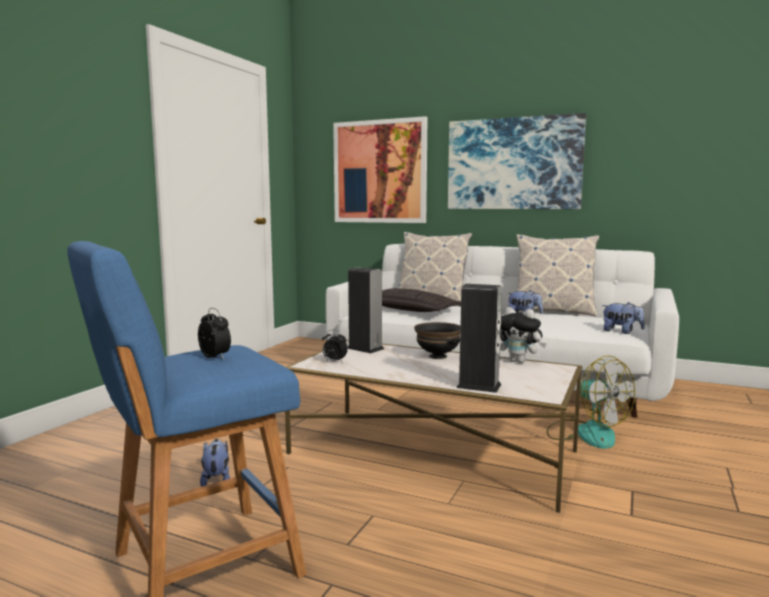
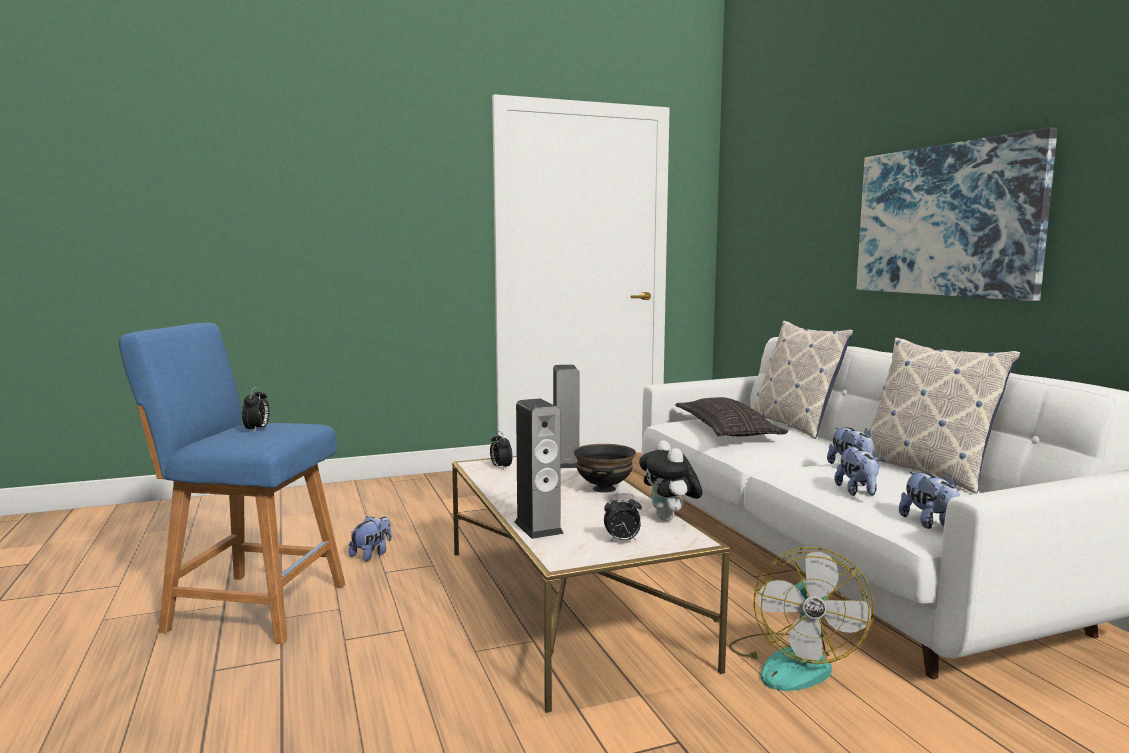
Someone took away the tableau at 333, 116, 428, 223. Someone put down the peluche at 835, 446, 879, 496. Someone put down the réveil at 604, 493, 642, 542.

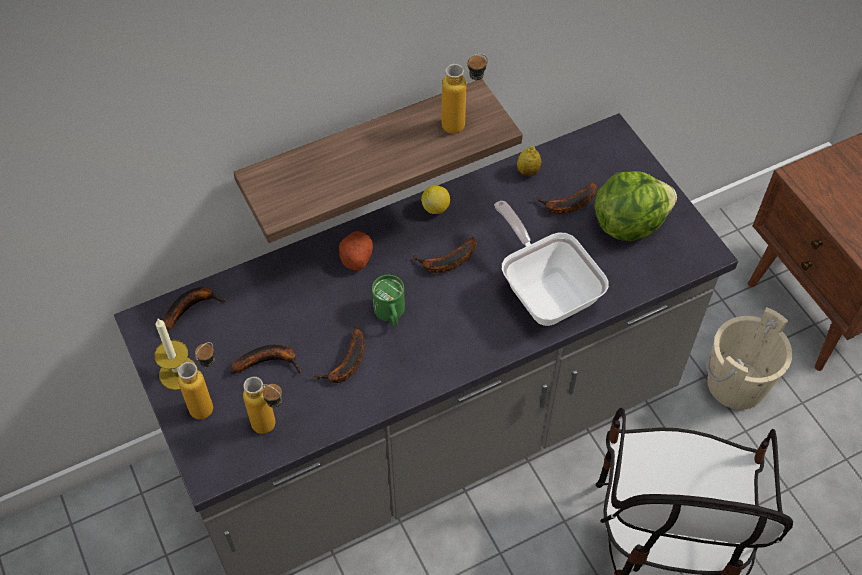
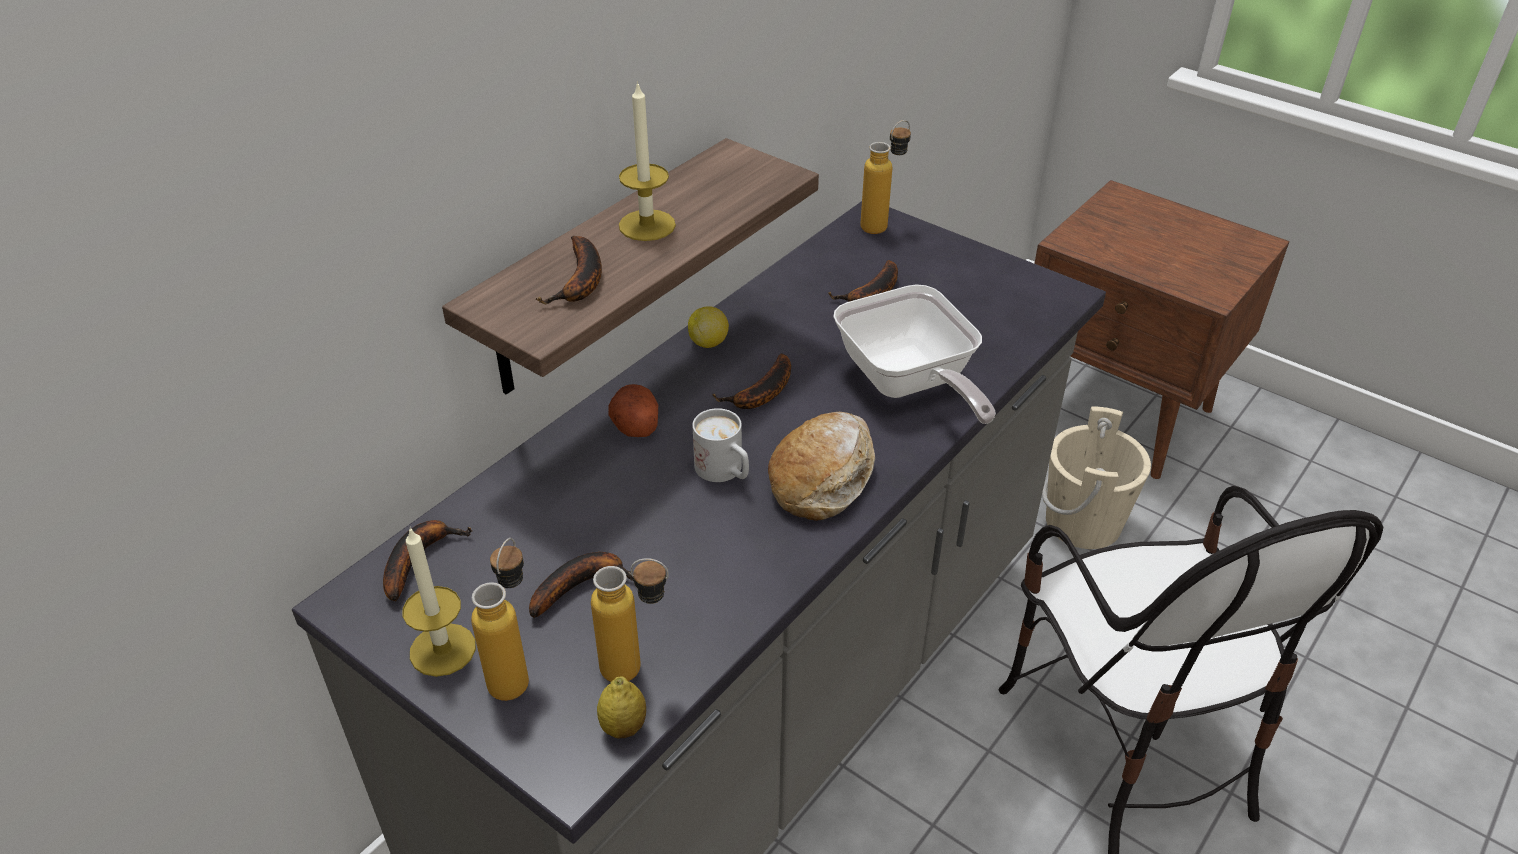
Someone carried the bouteille from 442, 54, 488, 134 to 860, 120, 911, 234. Someone carried the citron from 517, 146, 541, 176 to 597, 676, 646, 738. Someone took away the laitue at 595, 171, 677, 241. Someone rotated the poêle at 494, 201, 609, 326 by 150 degrees counterclockwise. Someone repainted the mug/vert at 372, 275, 405, 326, which became the mug/blanc at 693, 408, 749, 482. Someone carried the banane from 312, 327, 364, 383 to 536, 236, 602, 305. Someone put down the bougie at 619, 81, 676, 241. Someone put down the pain at 768, 412, 875, 521.

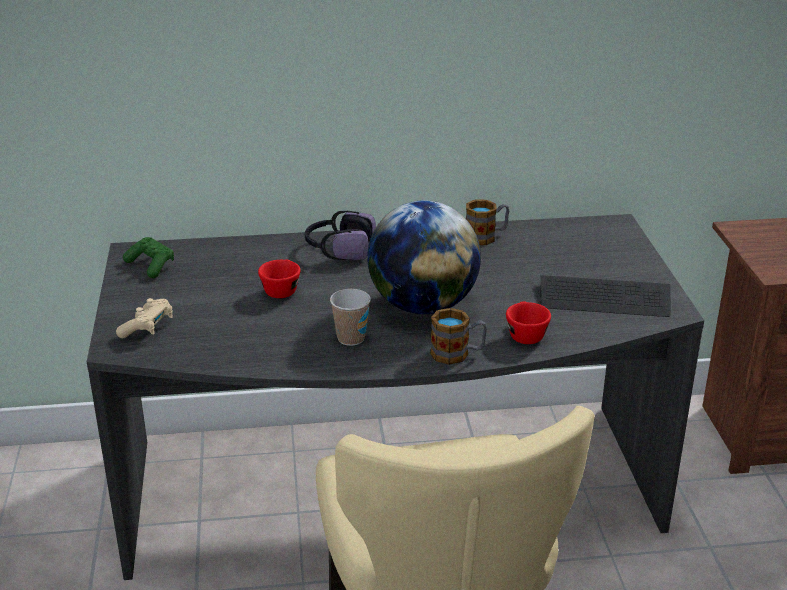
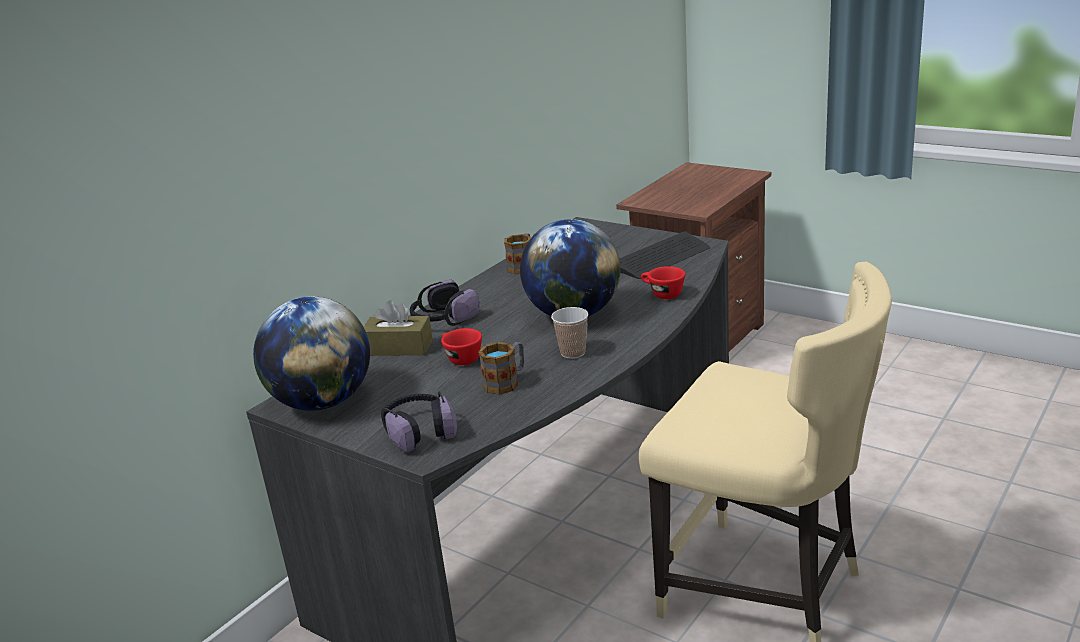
Someone swapped the manette/vert at 123, 237, 174, 278 for the globe at 253, 296, 370, 411. Someone swapped the manette/beige at 116, 298, 172, 338 for the casque audio at 381, 391, 457, 453. Someone carried the mug from 430, 308, 487, 365 to 478, 342, 524, 395. Someone put down the boîte à mouchoirs/marron at 364, 300, 433, 356.

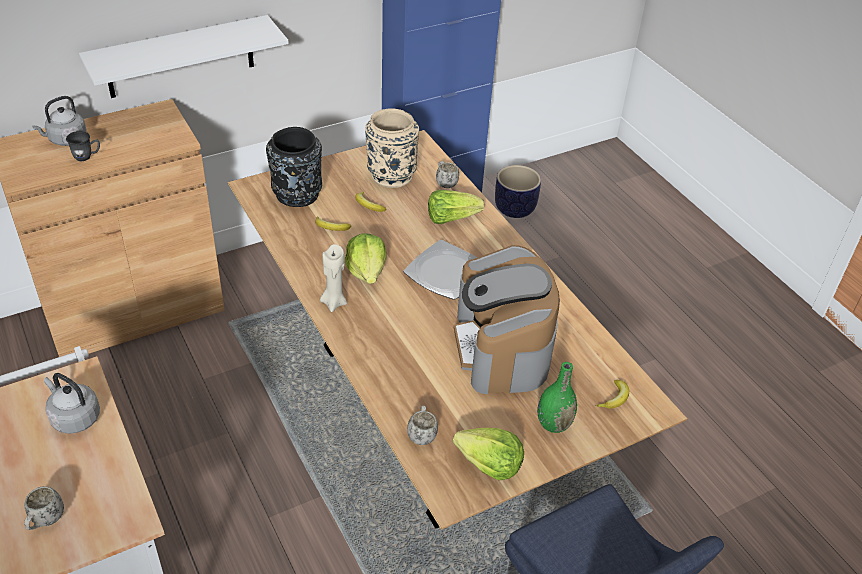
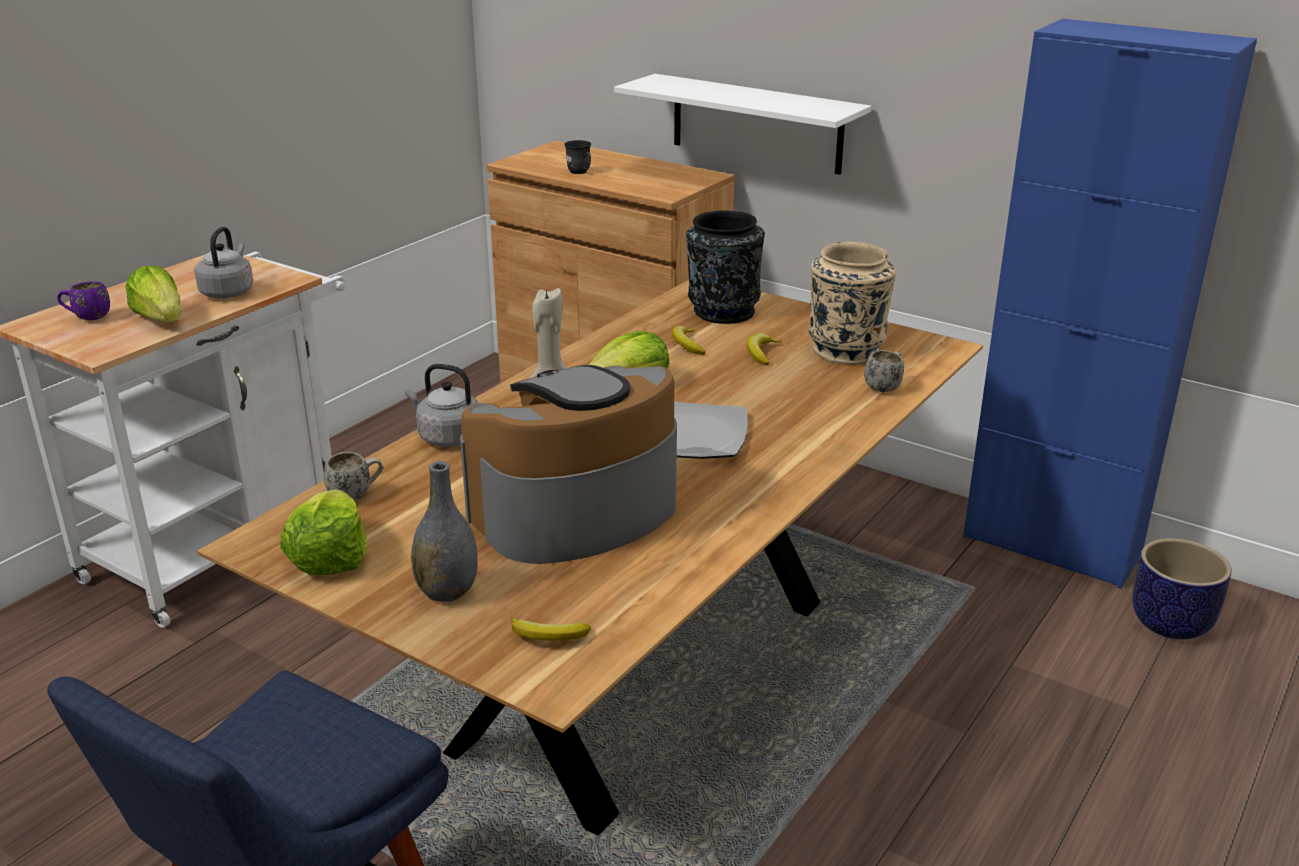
Someone carried the bouilloire/gris from 32, 96, 87, 146 to 405, 364, 479, 447. Someone carried the laitue from 428, 190, 484, 224 to 126, 266, 181, 323. Someone repainted the vase/vert at 537, 362, 577, 433, which became the vase/gris at 411, 461, 478, 602. Someone repainted the mug/blanc at 24, 486, 64, 530, which became the mug/violet at 57, 281, 110, 320.

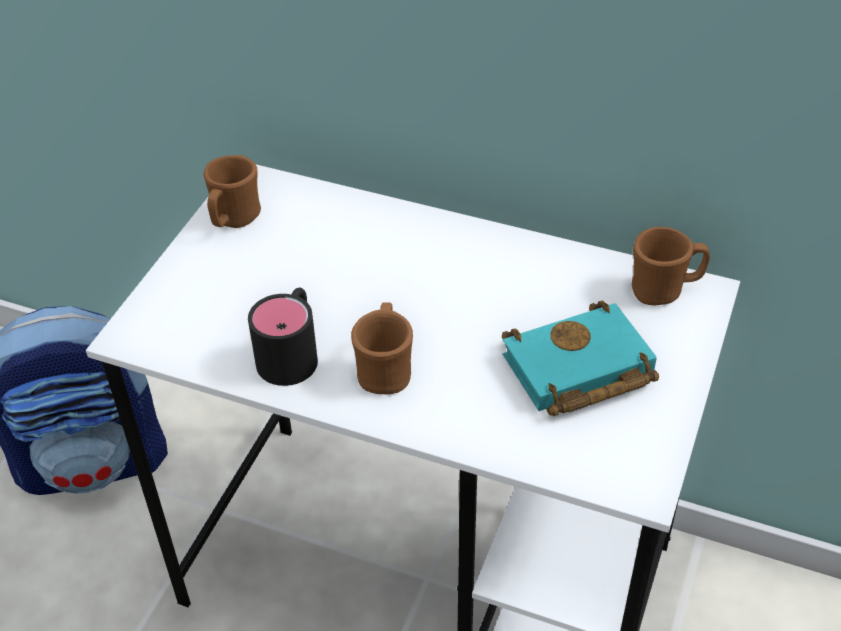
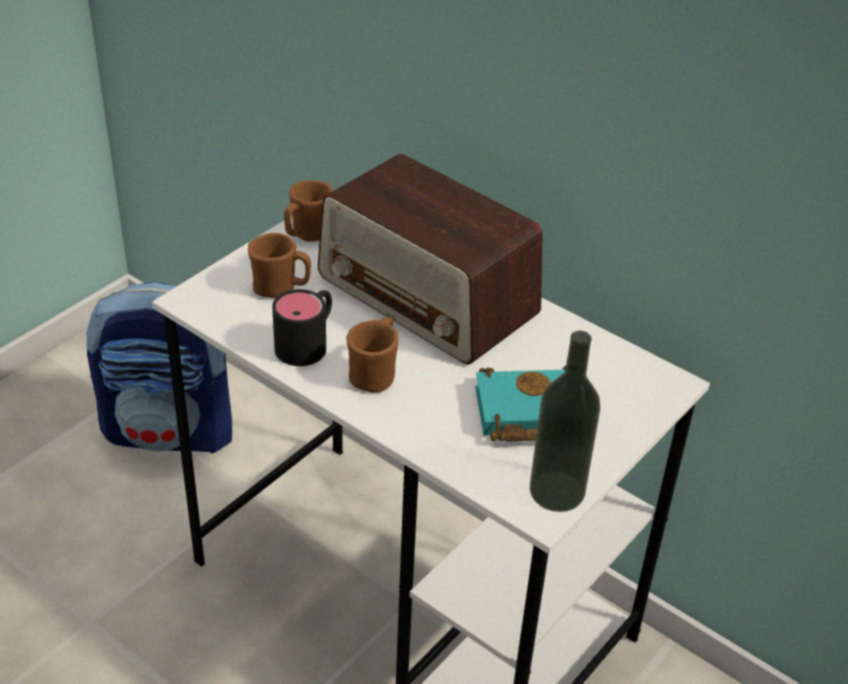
Someone carried the mug/marron from 632, 227, 710, 306 to 248, 233, 311, 298. Someone put down the radio at 318, 154, 542, 365. Someone put down the bouteille at 530, 331, 600, 512.

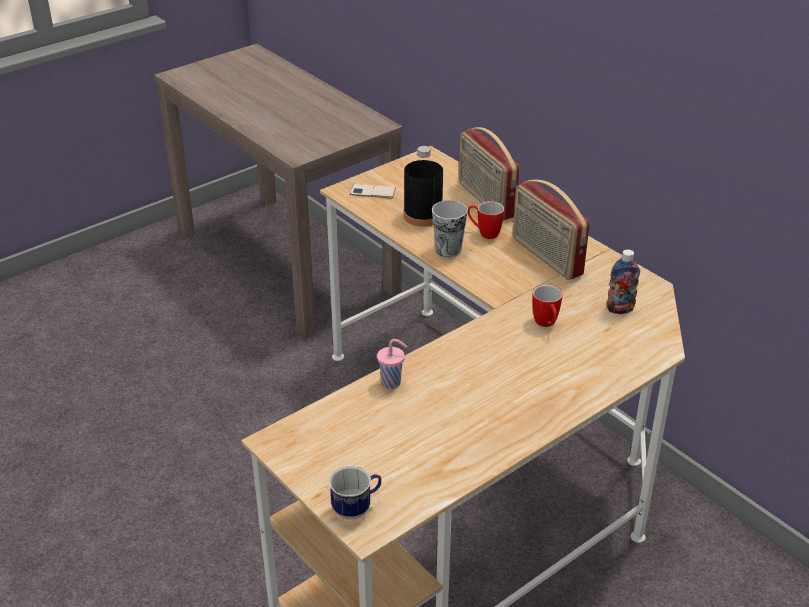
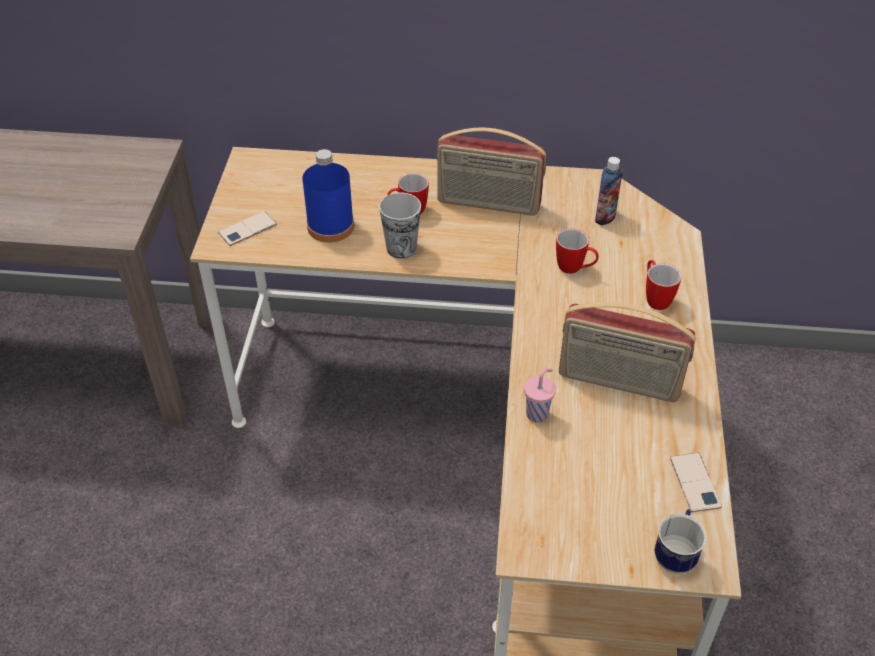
Someone carried the radio from 459, 127, 520, 220 to 559, 302, 696, 402. Someone repainted the bouteille/noir at 404, 146, 443, 227, which became the bouteille/bleu at 302, 149, 354, 243. Someone put down the mug at 646, 260, 682, 310. Someone put down the téléphone at 670, 453, 722, 512.

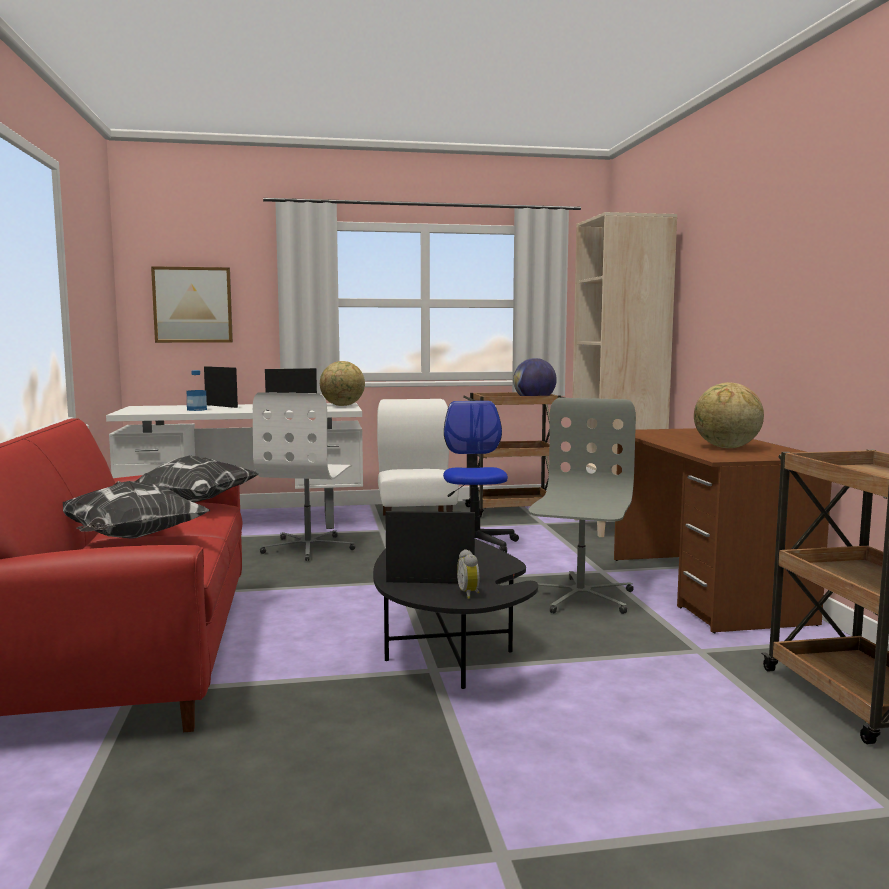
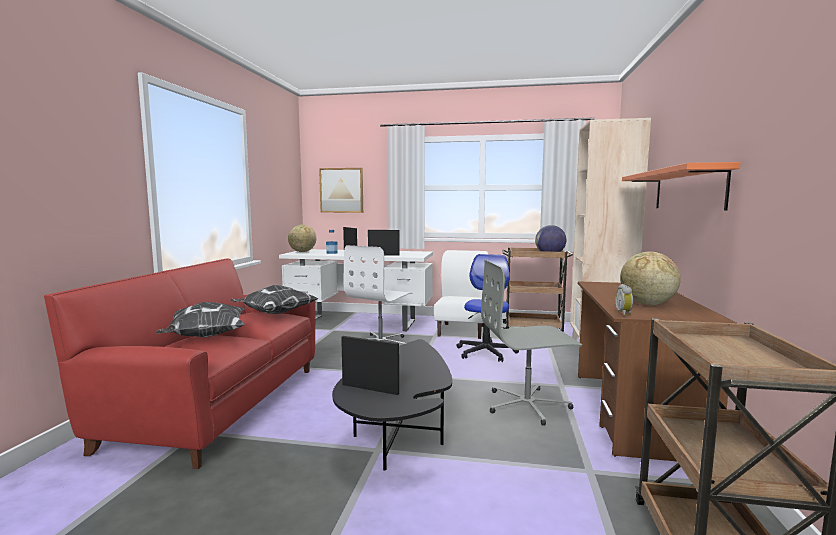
Someone carried the globe from 320, 361, 365, 406 to 288, 225, 317, 252. Someone rotated the chaise de bureau/gris at 529, 398, 636, 614 by 135 degrees counterclockwise. Someone carried the réveil from 457, 549, 480, 599 to 616, 284, 633, 316. Someone put up the étagère/orange at 622, 162, 741, 210.

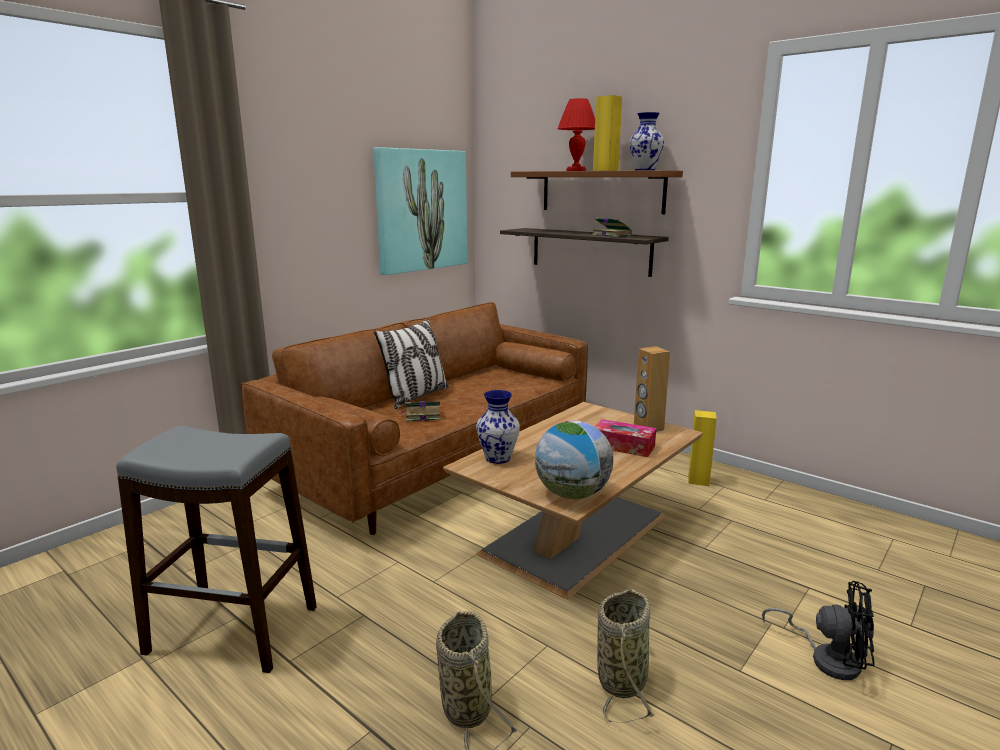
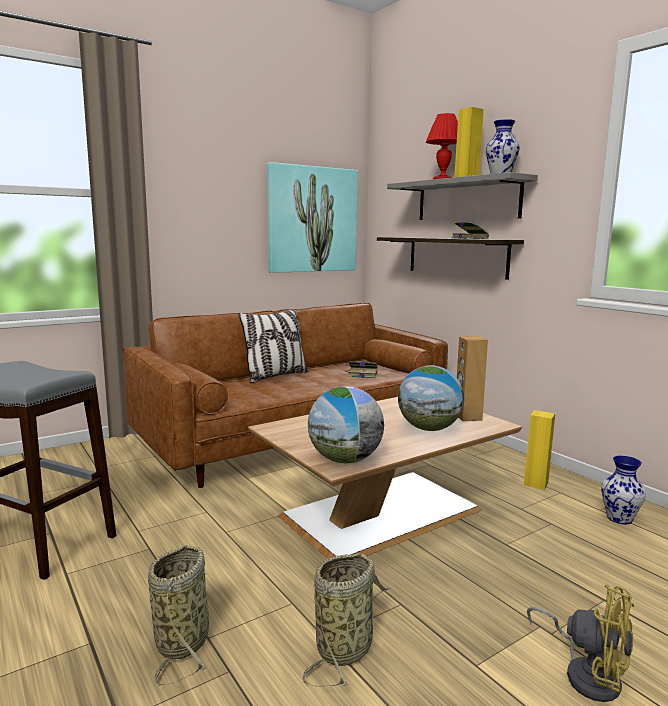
Someone repainted the étagère/marron at 511, 170, 683, 214, which became the étagère/gris at 387, 172, 538, 220. Someone carried the vase from 476, 390, 520, 464 to 601, 456, 646, 524. Someone carried the livre from 402, 401, 441, 422 to 344, 361, 377, 378. Someone swapped the boîte à mouchoirs at 595, 419, 656, 457 for the globe at 398, 365, 464, 431. Someone repainted the ventilateur/noir at 762, 581, 875, 680, which became the ventilateur/jaune at 527, 585, 634, 702.

